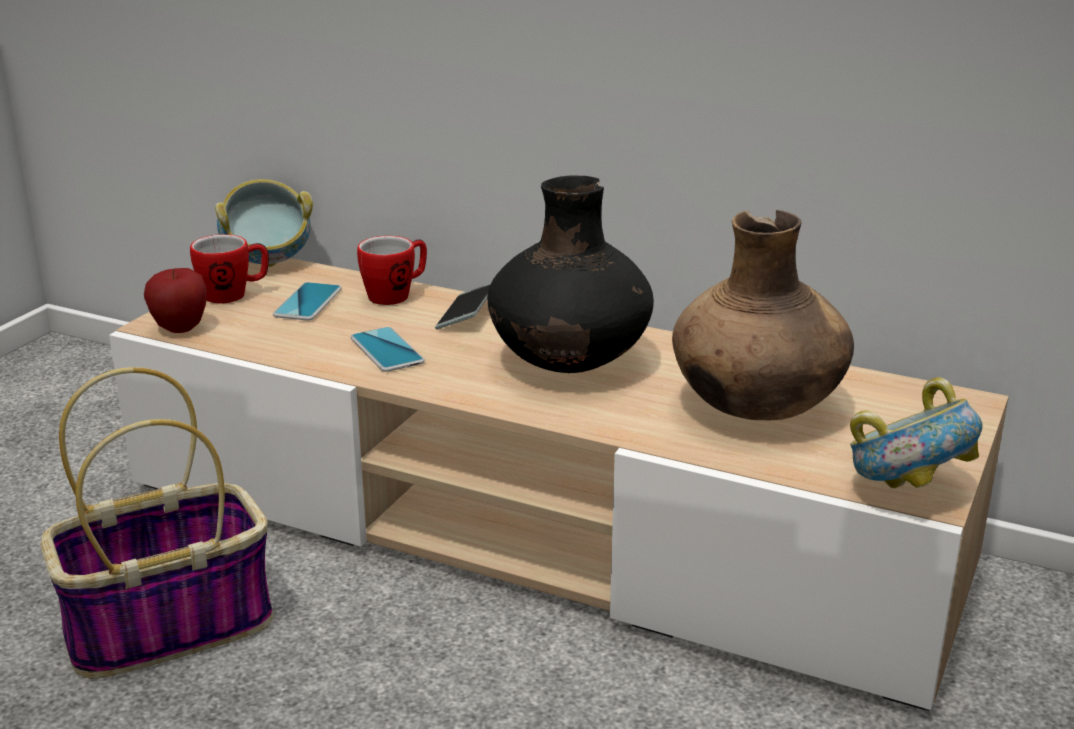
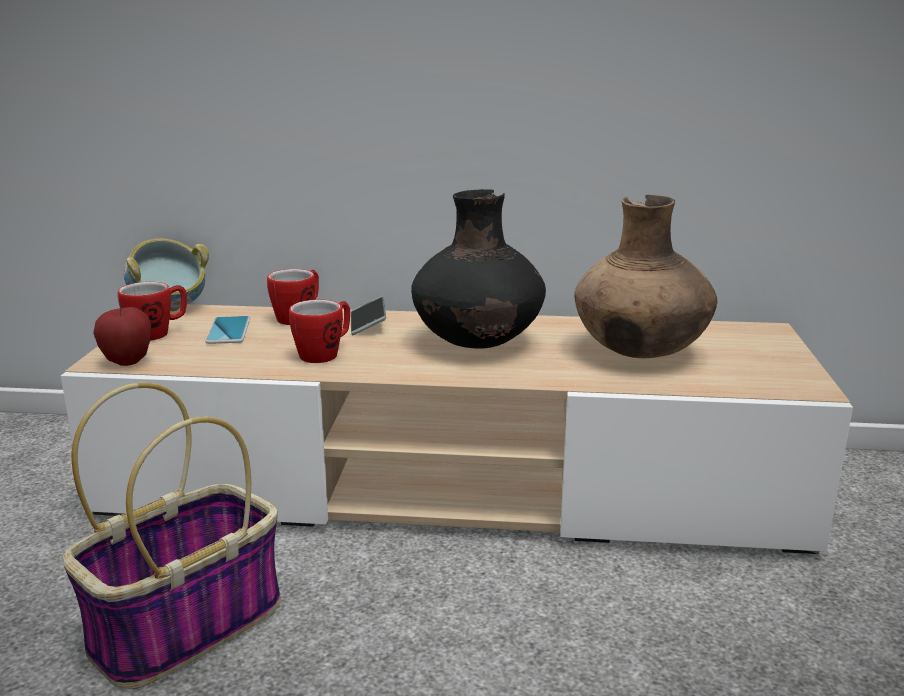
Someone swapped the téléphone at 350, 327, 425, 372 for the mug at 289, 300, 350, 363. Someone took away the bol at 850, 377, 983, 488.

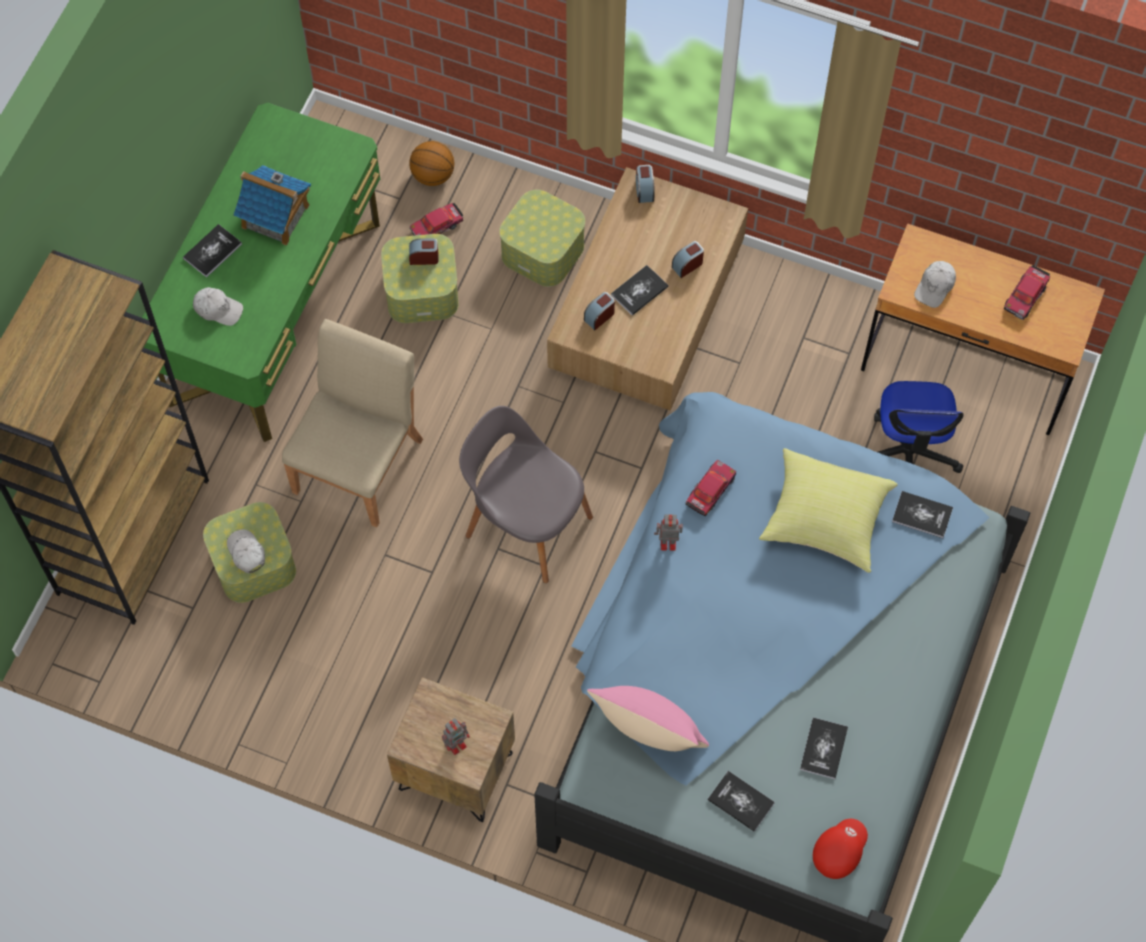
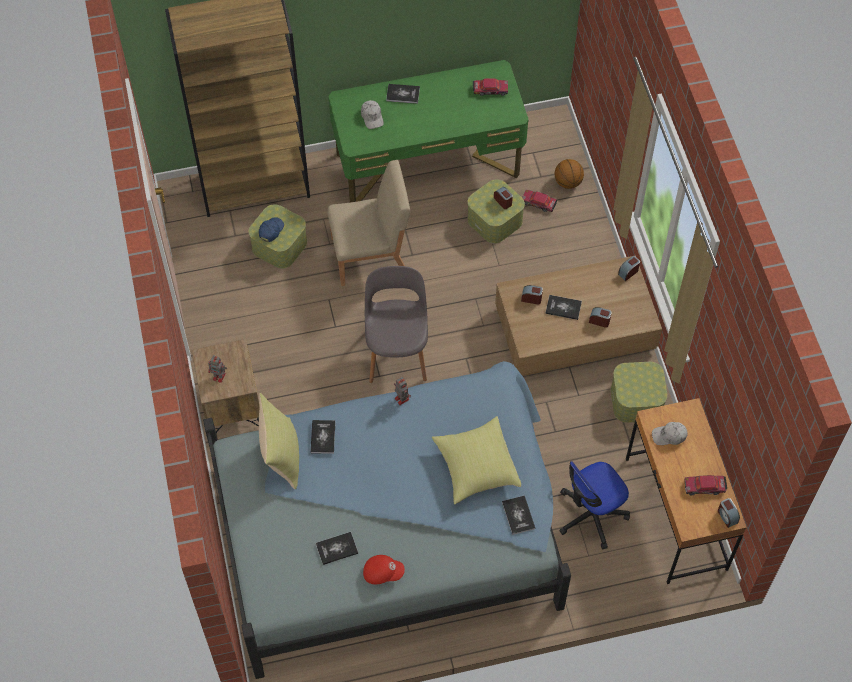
Someone took away the maison miniature at 233, 165, 311, 246. Someone carried the boîte de rangement from 499, 190, 585, 287 to 611, 362, 667, 423. Someone carried the petite voiture from 686, 460, 736, 516 to 473, 78, 508, 96. Someone repainted the casquette/blanc at 227, 529, 265, 573, which became the casquette/bleu at 259, 217, 284, 242. Someone repainted the coussin/rose at 587, 686, 709, 751, which became the coussin/jaune at 259, 393, 299, 489. Someone carried the livre from 708, 771, 775, 832 to 311, 420, 335, 454. Someone carried the casquette/rouge from 813, 819, 868, 879 to 363, 555, 405, 584. Someone put down the réveil at 718, 498, 740, 528.

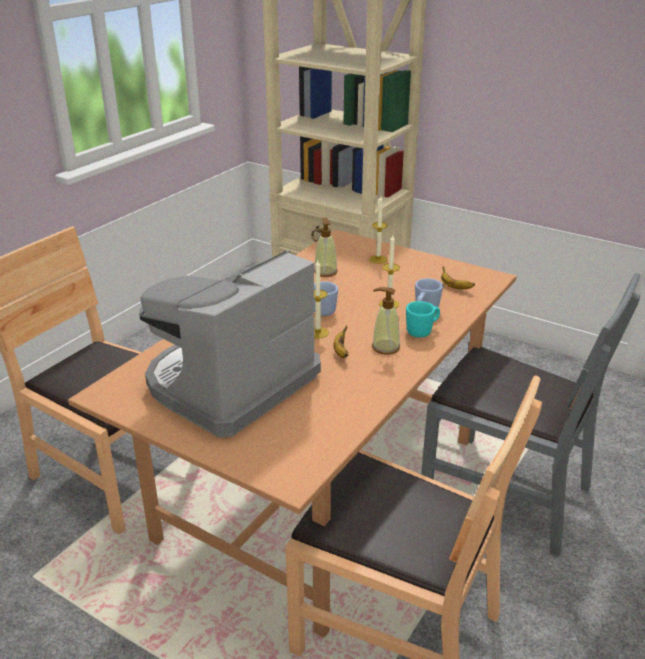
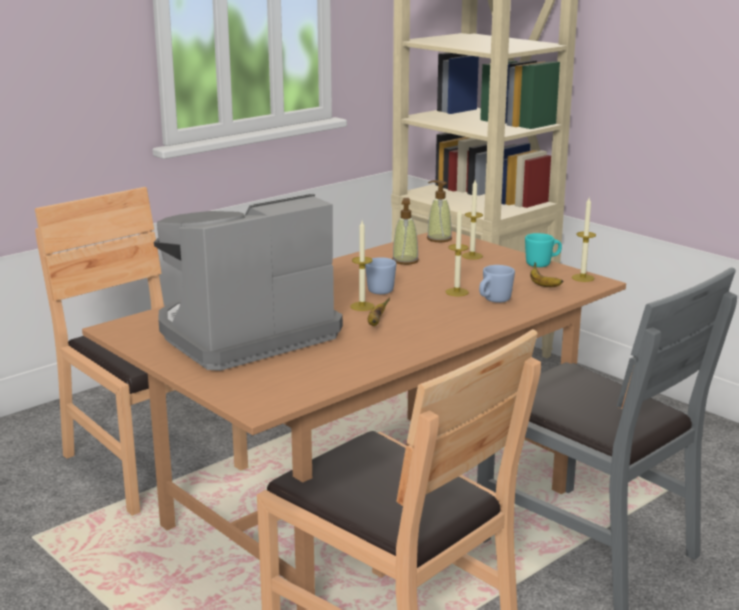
Someone carried the distributeur de savon from 372, 287, 400, 354 to 427, 180, 452, 242. Someone carried the mug/turquoise from 406, 301, 440, 338 to 525, 233, 562, 267. Someone put down the bougie at 572, 198, 596, 282.

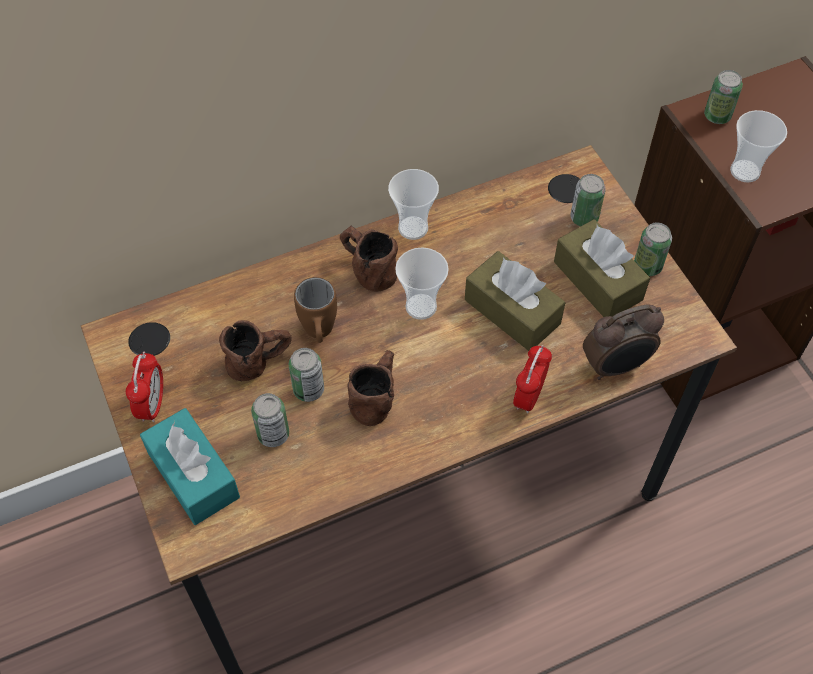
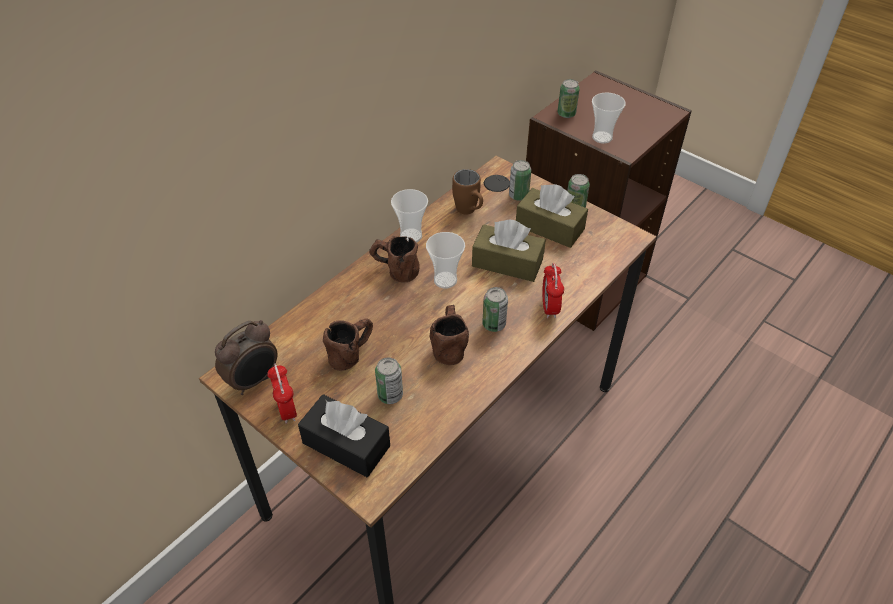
Someone carried the mug/marron from 294, 277, 337, 343 to 452, 169, 483, 214. Someone carried the réveil from 583, 304, 664, 380 to 215, 320, 278, 395. Someone carried the boîte métallique from 289, 348, 324, 402 to 482, 287, 508, 332. Someone repainted the boîte à mouchoirs/turquoise at 140, 408, 240, 525, which became the boîte à mouchoirs/noir at 298, 394, 390, 477.

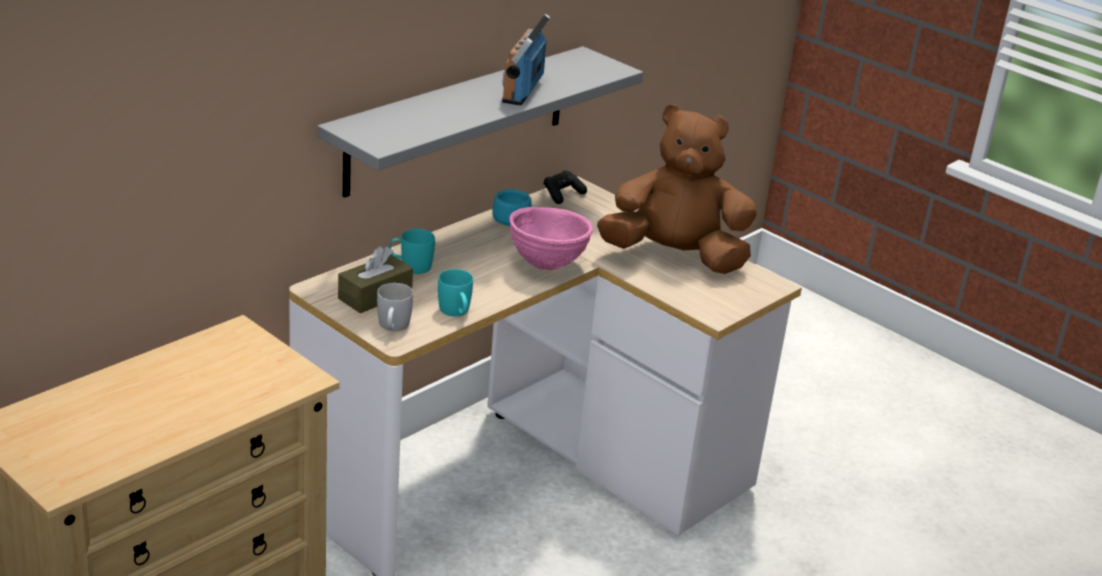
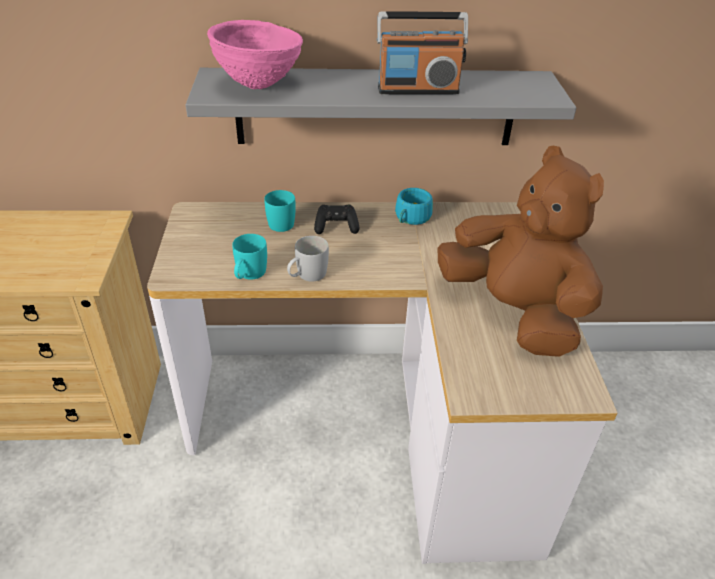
Someone rotated the radio at 502, 14, 550, 105 by 150 degrees counterclockwise. Someone carried the manette/noir from 543, 170, 587, 204 to 314, 204, 360, 234. Someone carried the bol/rose from 509, 207, 593, 270 to 207, 20, 303, 89. Someone took away the boîte à mouchoirs/marron at 338, 246, 413, 313. Someone carried the mug/blanc from 377, 283, 413, 331 to 287, 236, 329, 282.

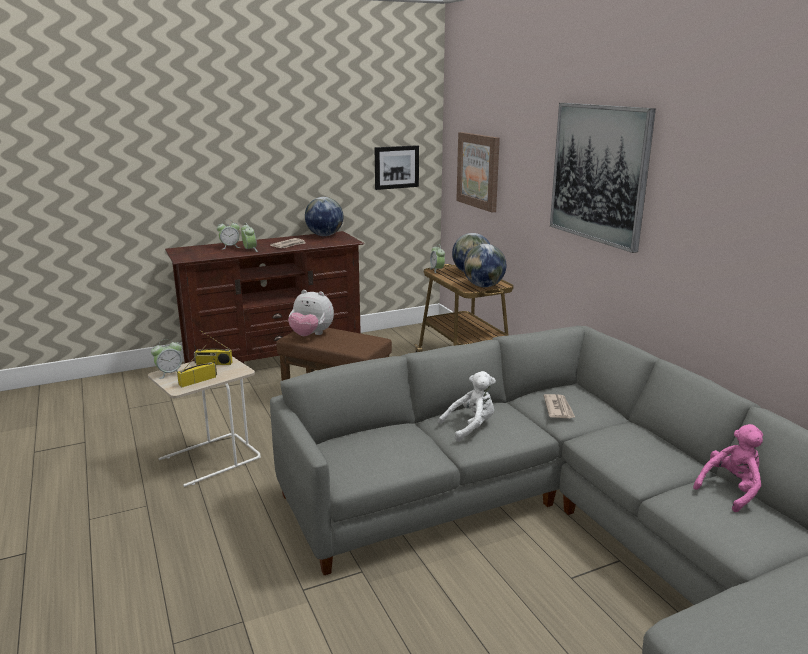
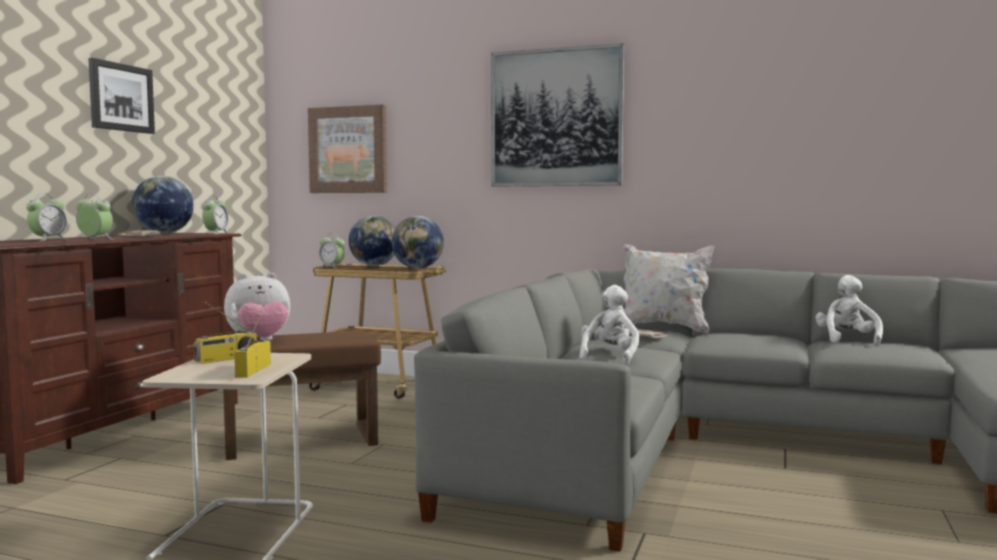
Someone carried the tableau from 375, 145, 419, 190 to 88, 58, 155, 134. Someone carried the réveil from 151, 339, 182, 379 to 202, 195, 229, 234. Someone repainted the peluche/rose at 693, 424, 763, 512, which became the peluche/blanc at 815, 275, 883, 346. Someone put down the coussin/blanc at 623, 244, 715, 333.

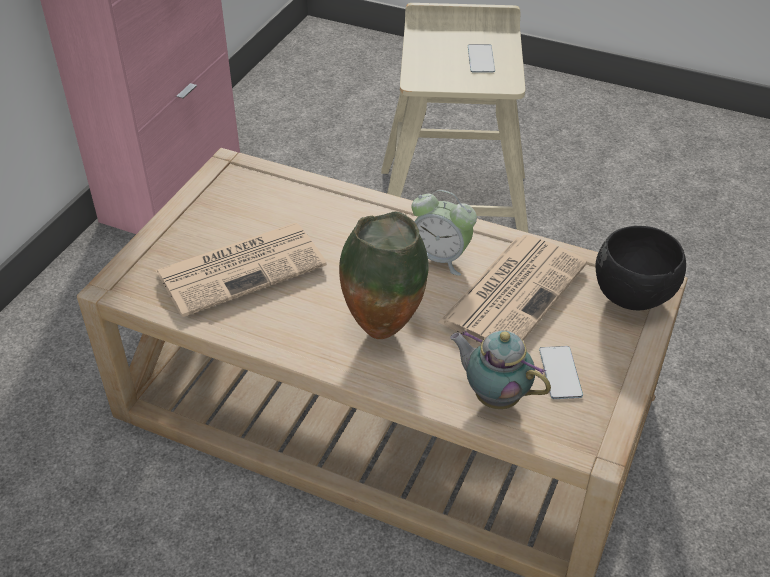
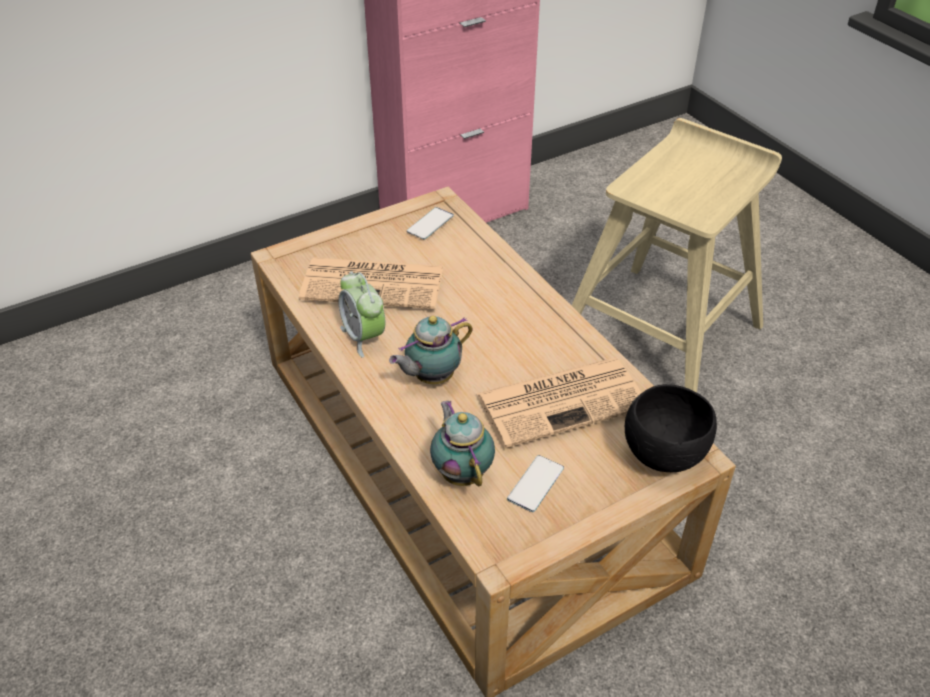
Someone carried the téléphone from 468, 44, 495, 73 to 407, 207, 454, 239. Someone carried the réveil from 412, 190, 477, 276 to 339, 271, 385, 358. Someone swapped the vase at 339, 211, 429, 339 for the théière at 389, 316, 472, 384.

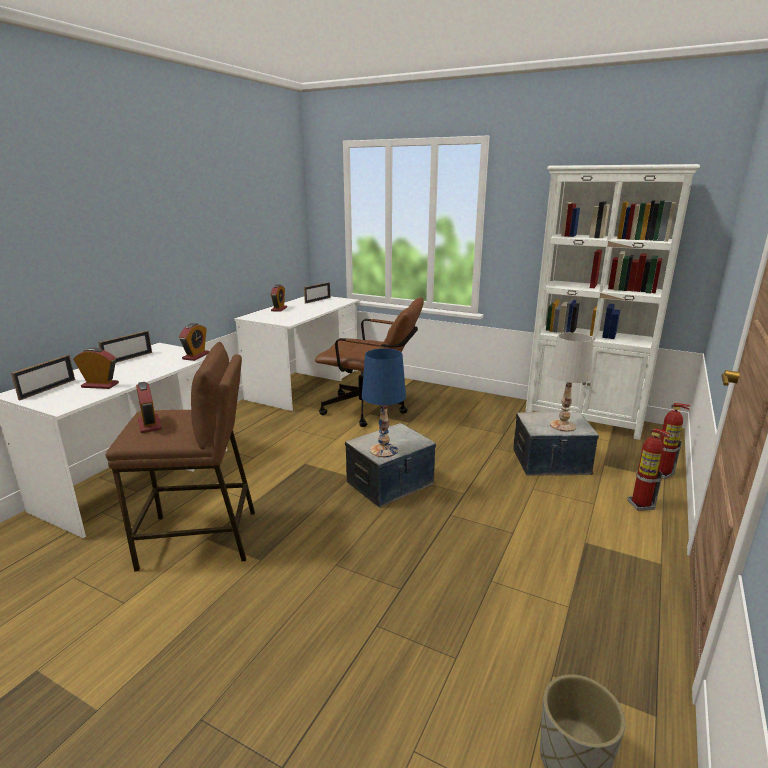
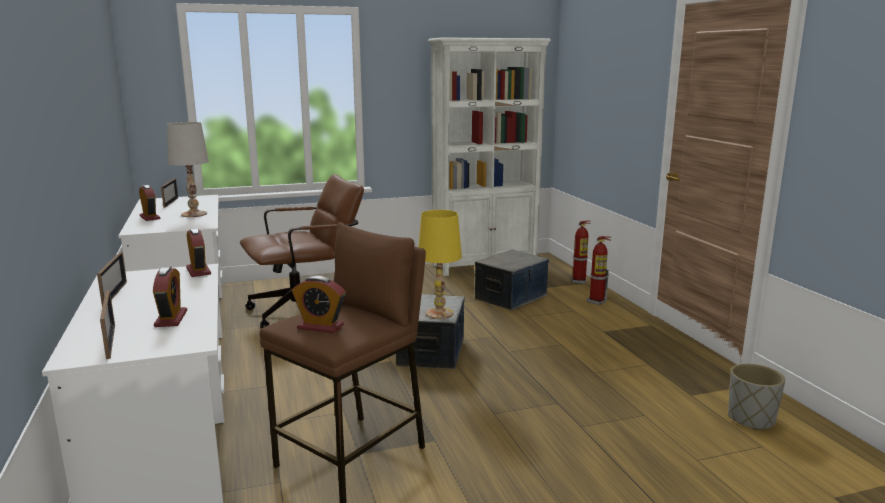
Someone carried the lampe de table/blanc from 549, 332, 593, 432 to 167, 122, 209, 217. Someone rotated the réveil at 73, 347, 119, 389 by 120 degrees clockwise. Someone repainted the lampe de table/bleu at 362, 348, 406, 457, which became the lampe de table/jaune at 419, 210, 462, 319.

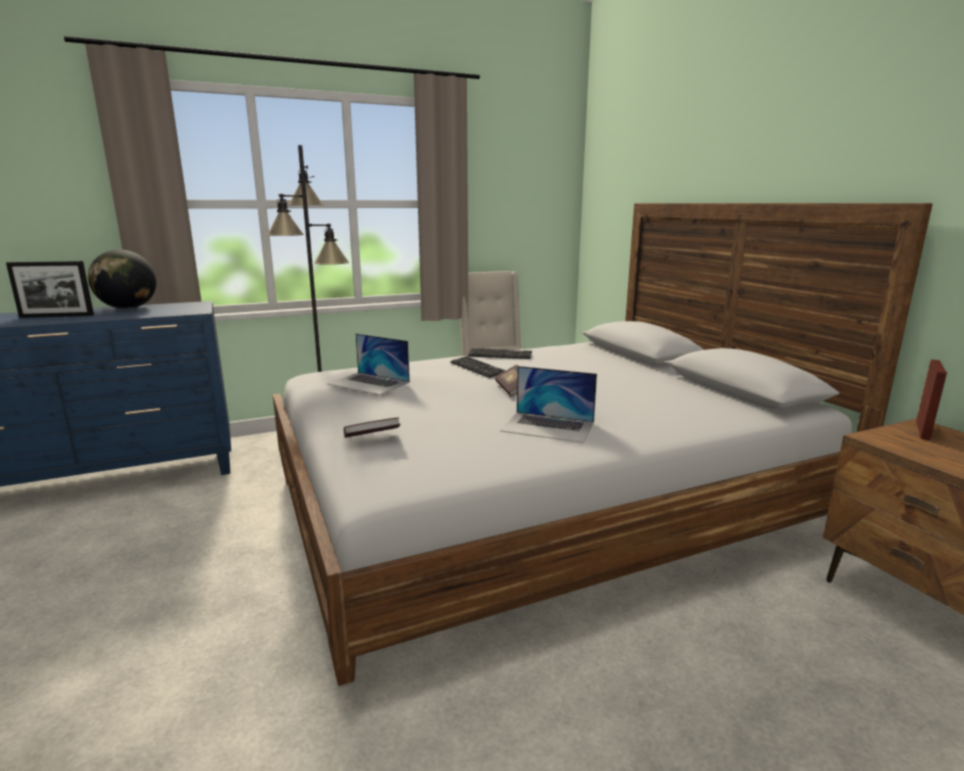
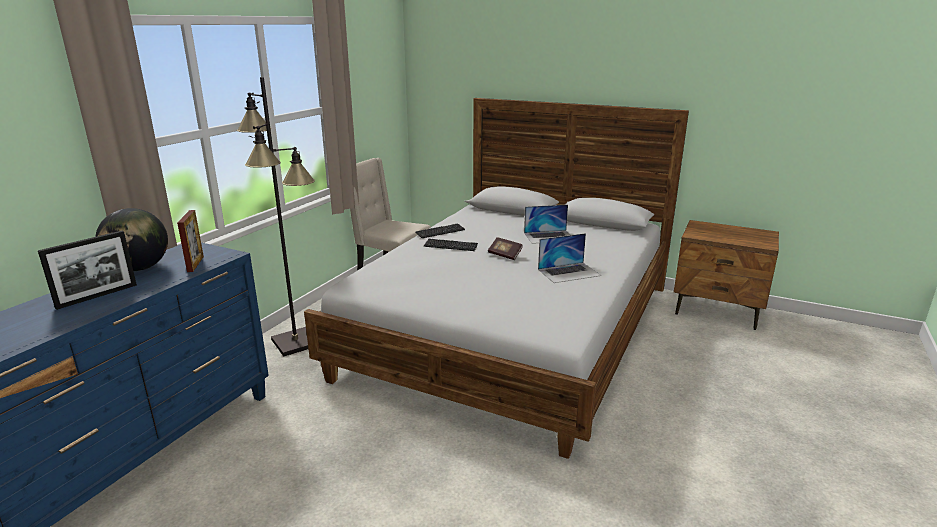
Someone carried the ordinateur portable from 327, 333, 410, 395 to 524, 205, 570, 244. Someone carried the cadre photo from 916, 359, 947, 440 to 177, 210, 204, 272. Someone took away the livre at 344, 417, 401, 438.

